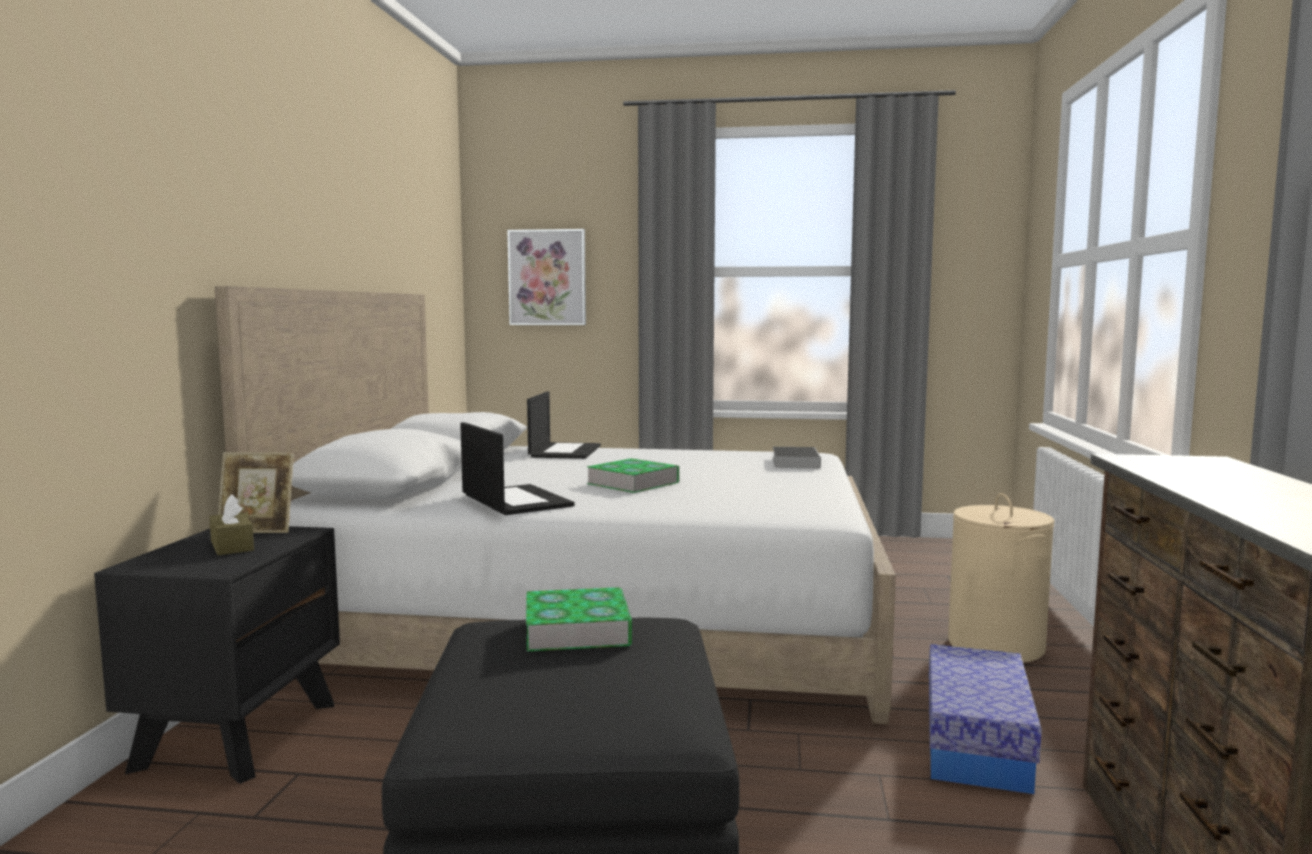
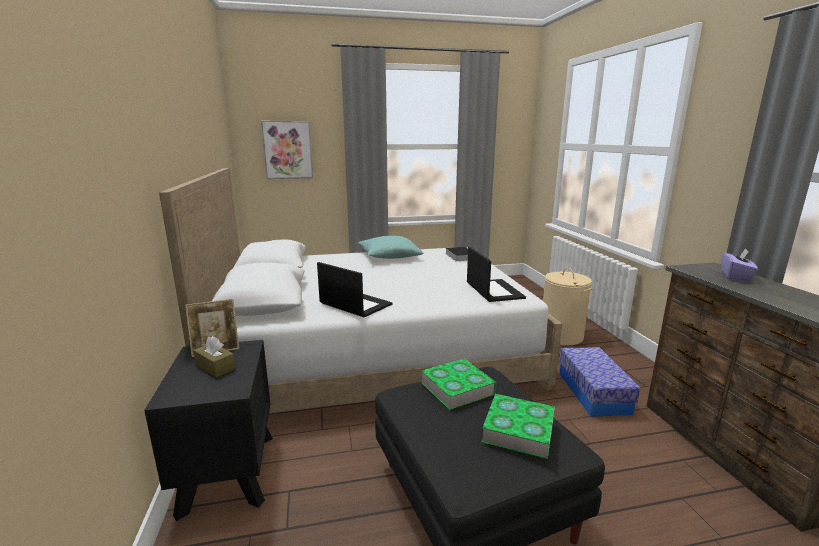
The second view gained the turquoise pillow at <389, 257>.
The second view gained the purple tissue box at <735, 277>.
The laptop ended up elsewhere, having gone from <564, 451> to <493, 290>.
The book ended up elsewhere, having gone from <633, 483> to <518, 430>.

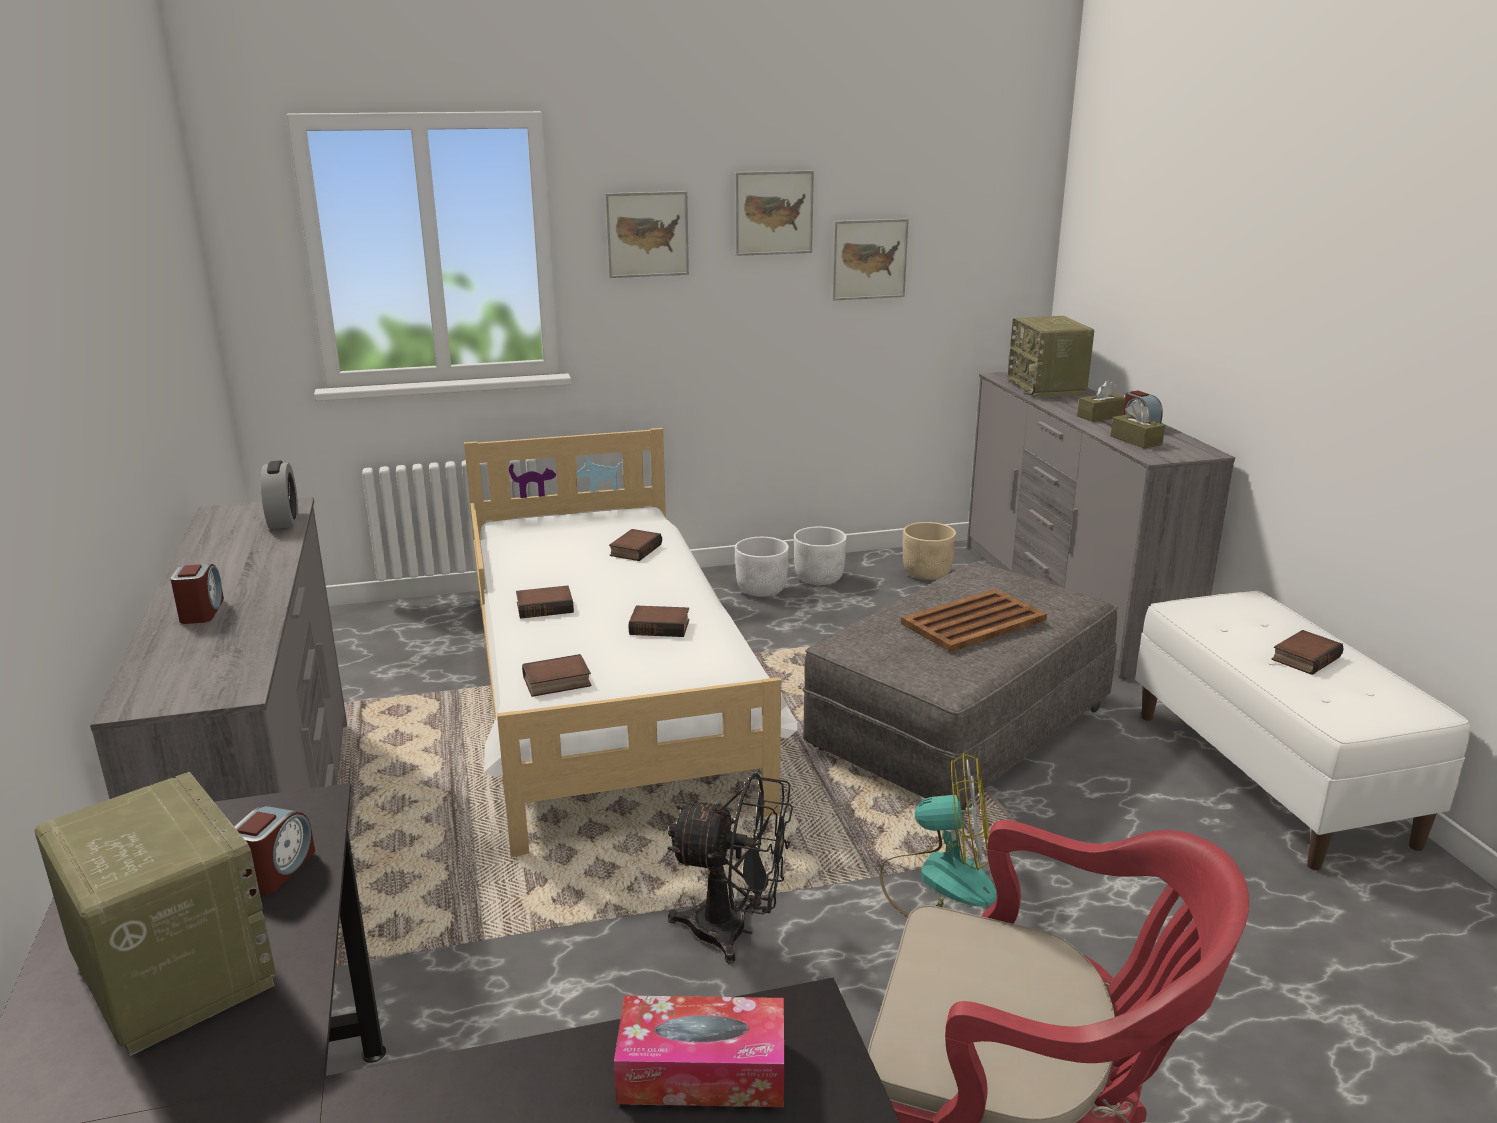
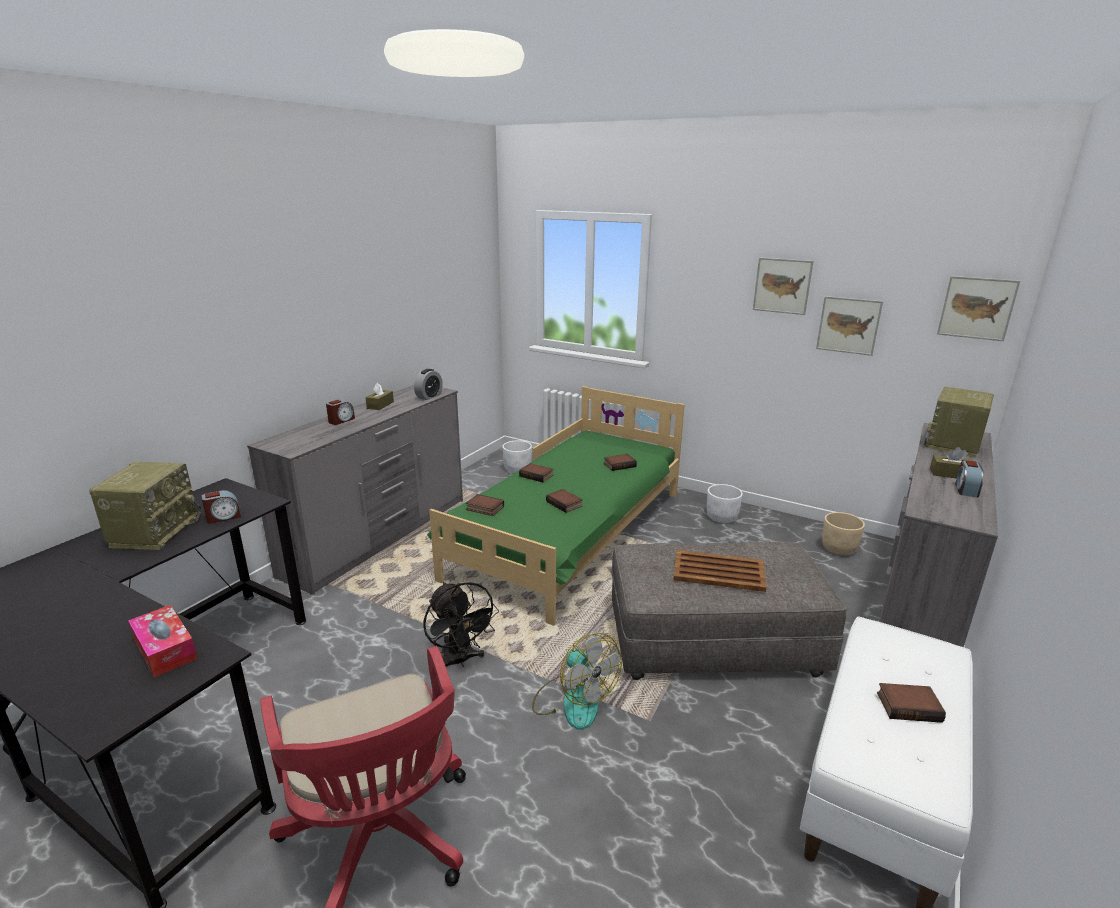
The picture ended up elsewhere, having gone from <647, 234> to <977, 308>.
The white planter ended up elsewhere, having gone from <818, 578> to <517, 469>.
The brown tissue box ended up elsewhere, having gone from <1136, 440> to <380, 405>.
What was the white bed at <608, 694> turned into the green bed at <570, 534>.

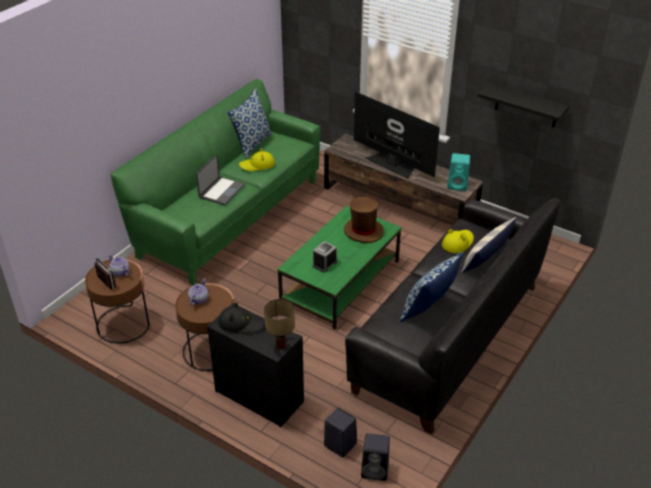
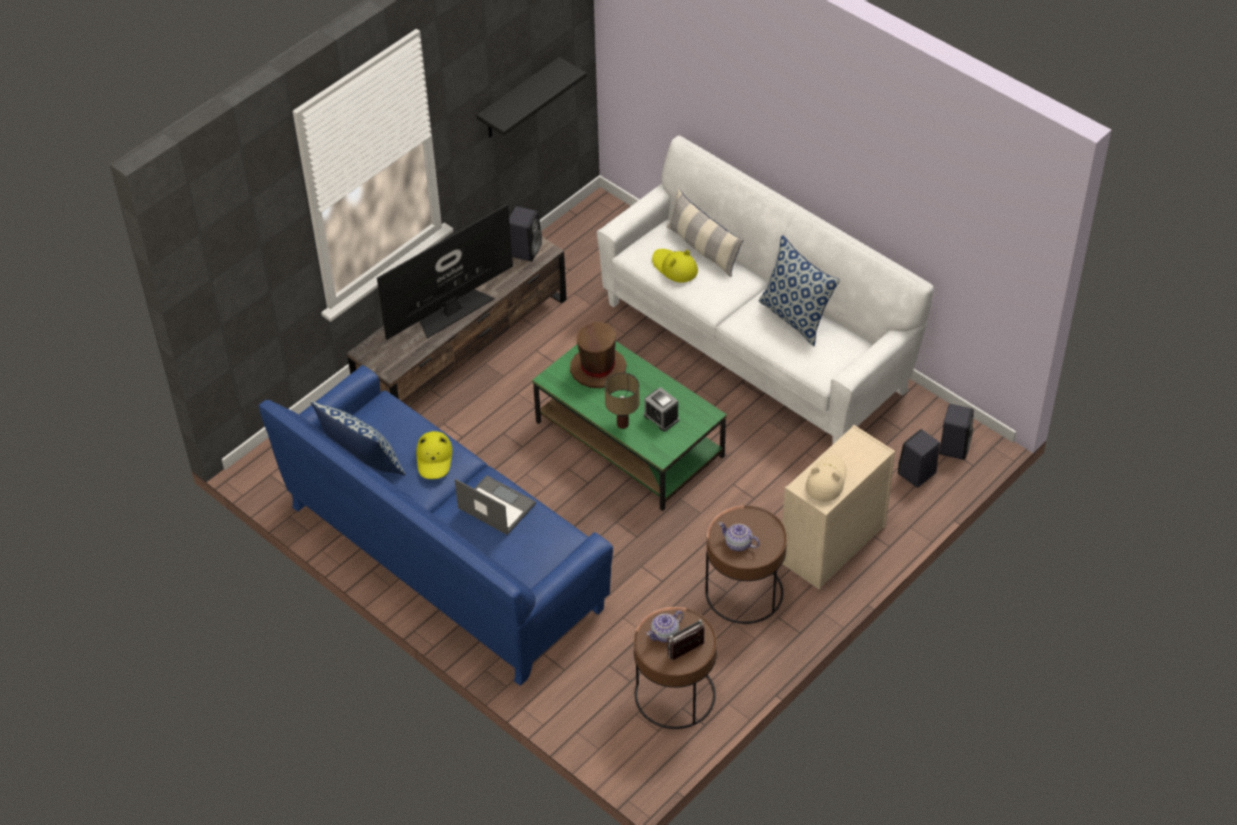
The table lamp ended up elsewhere, having gone from <280, 345> to <622, 424>.
What was the green sofa at <230, 217> turned into the blue sofa at <445, 558>.
What was the black dresser at <258, 396> turned into the beige dresser at <832, 545>.
What was the black hat at <241, 323> turned into the beige hat at <826, 481>.
What was the black sofa at <449, 337> turned into the white sofa at <755, 346>.
What was the turquoise speaker at <458, 185> turned into the black speaker at <525, 249>.

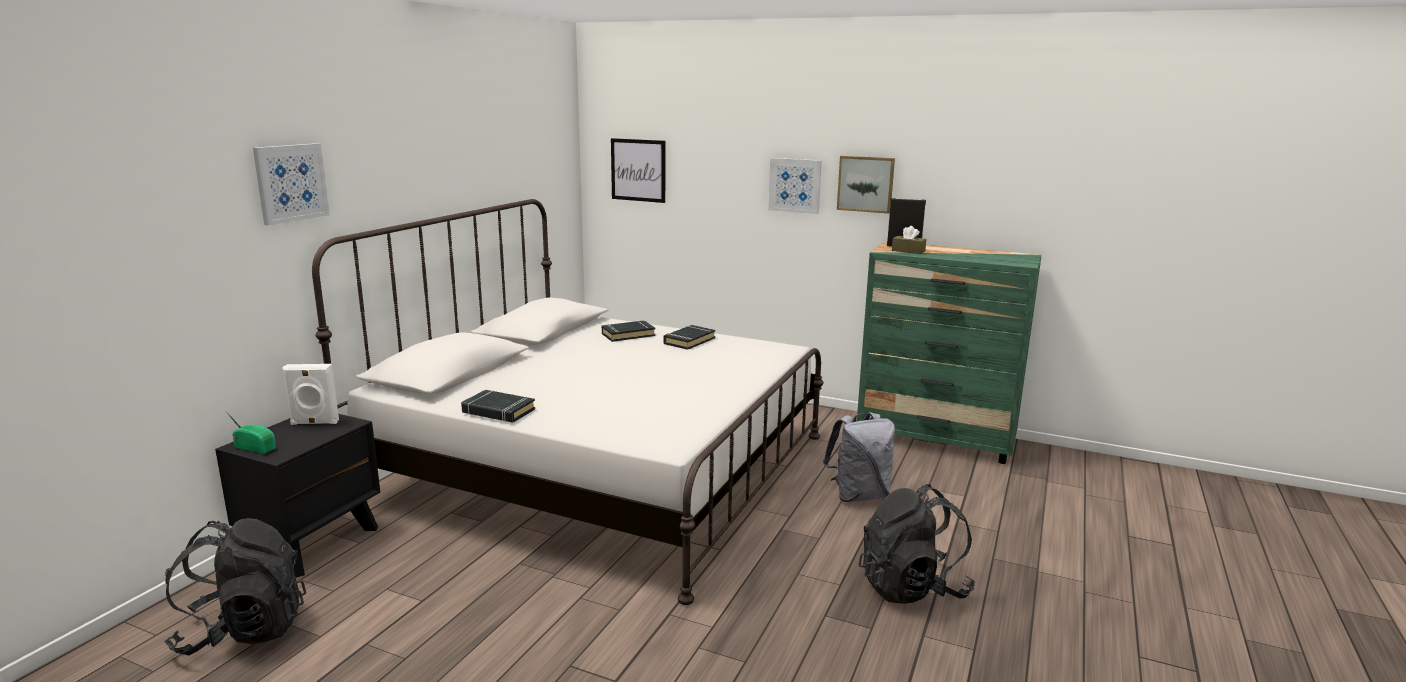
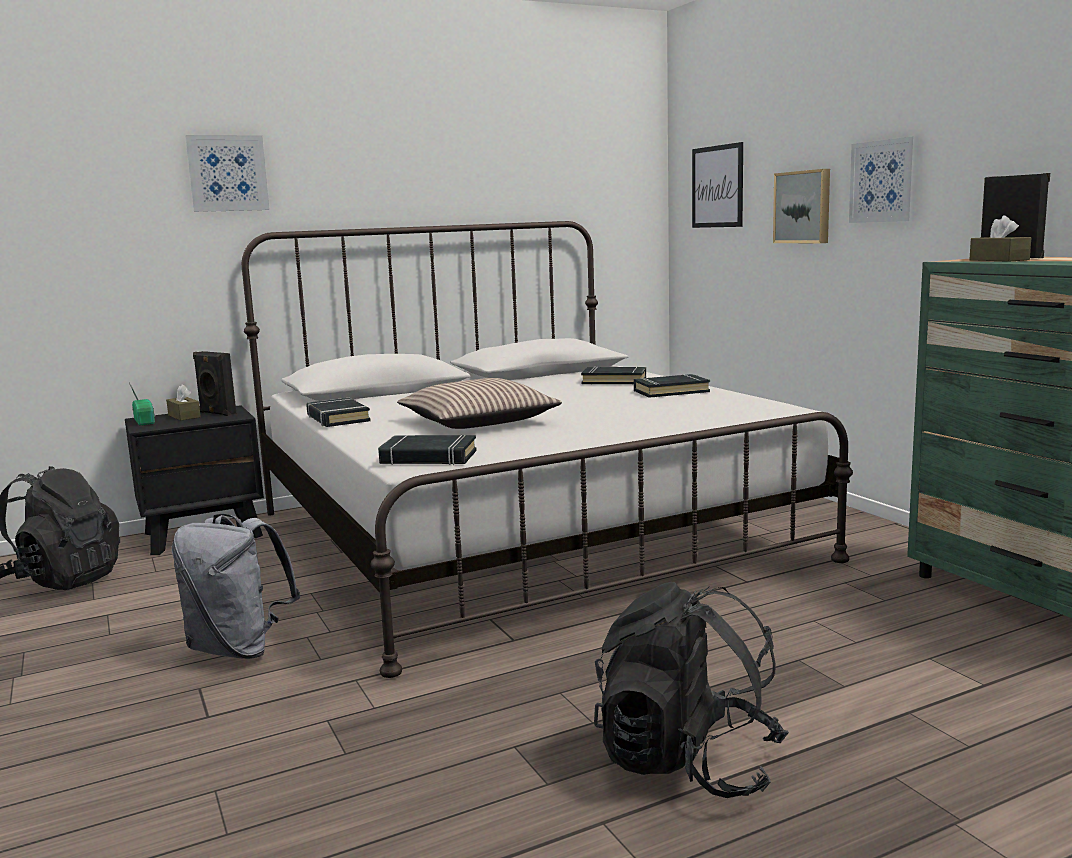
The second view gained the brown tissue box at <184, 416>.
The second view gained the black book at <428, 458>.
The second view gained the pillow at <478, 422>.
The grey backpack ended up elsewhere, having gone from <859, 495> to <239, 649>.
The picture ended up elsewhere, having gone from <866, 184> to <803, 207>.
What was the white speaker at <314, 423> turned into the black speaker at <216, 413>.

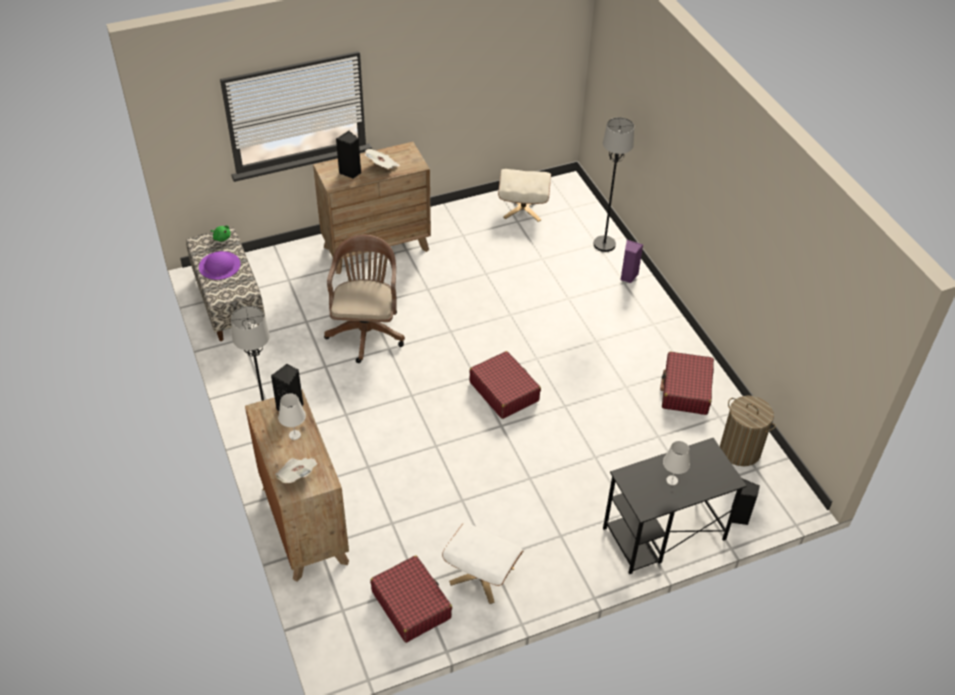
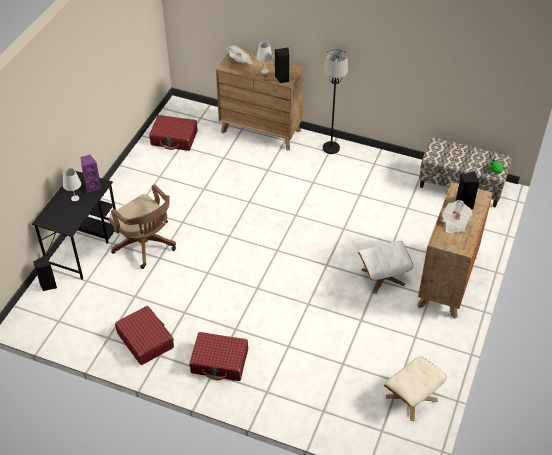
The second view lost the purple hat at <219, 265>.
The second view lost the black floor lamp at <604, 244>.
The second view lost the laundry basket at <740, 450>.
The brown office chair ended up elsewhere, having gone from <366, 330> to <146, 246>.
The white ottoman ended up elsewhere, having gone from <481, 575> to <383, 277>.
The red suitcase ended up elsewhere, having gone from <504, 391> to <220, 362>.
The purple speaker ended up elsewhere, having gone from <628, 276> to <92, 186>.

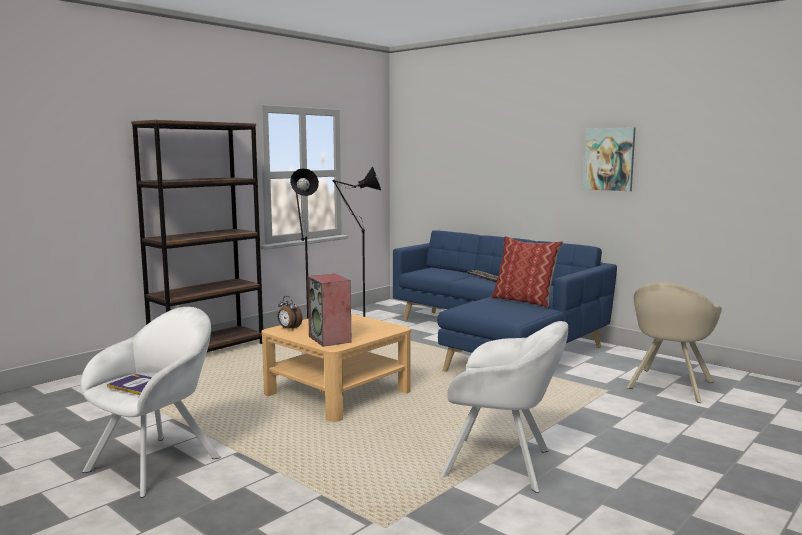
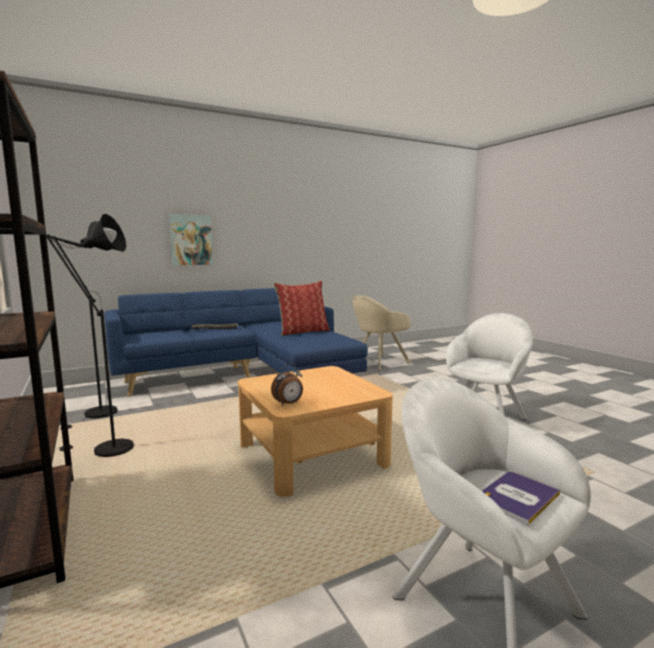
The second view lost the speaker at <330, 339>.
The picture ended up elsewhere, having gone from <609, 159> to <191, 240>.
The beige armchair at <668, 386> ended up facing another way, 90 degrees clockwise from before.

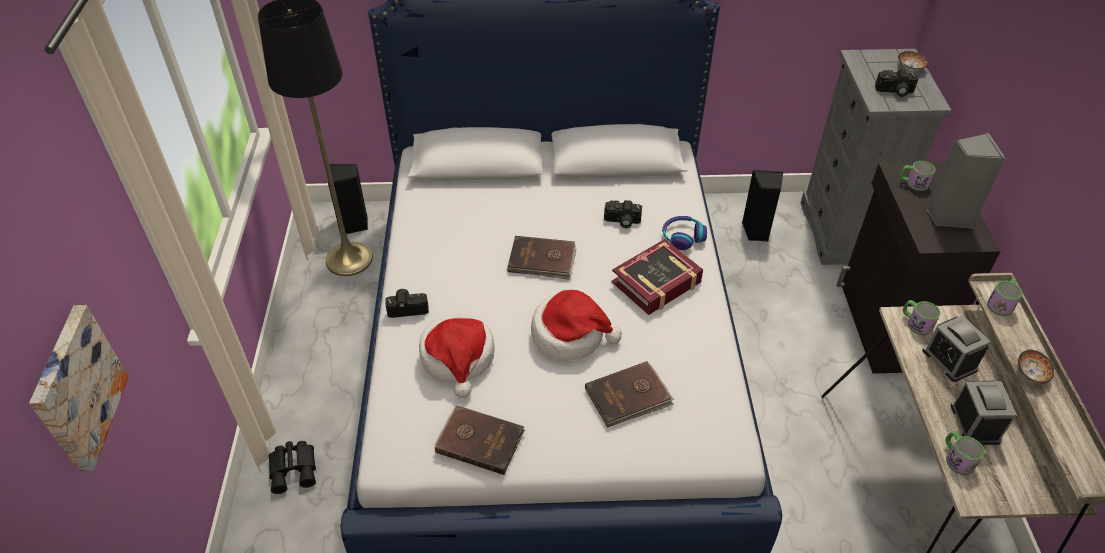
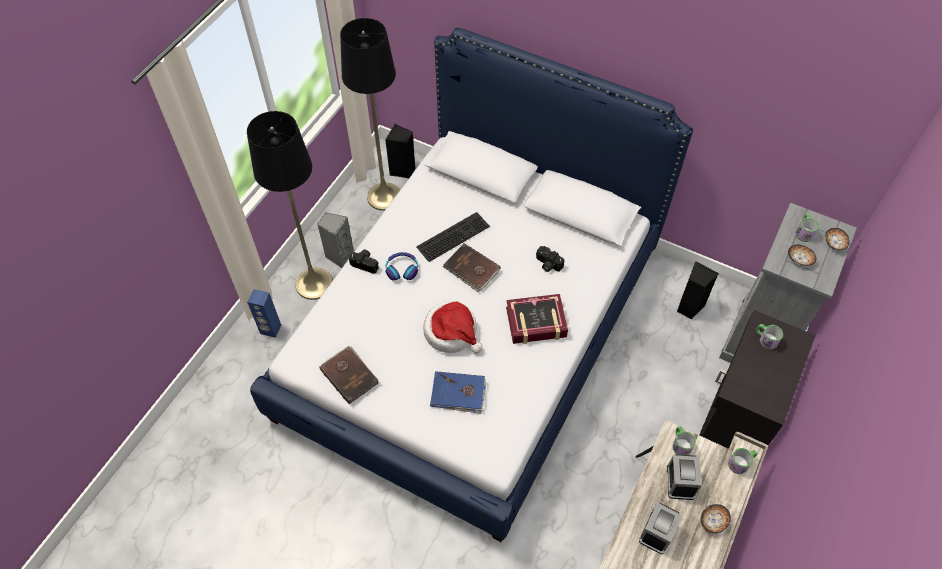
The second view lost the picture at <75, 388>.
The second view lost the hat at <458, 358>.
The second view gained the black floor lamp at <314, 283>.
The second view gained the keyboard at <453, 235>.
The headphones ended up elsewhere, having gone from <683, 236> to <402, 269>.
The grey speaker ended up elsewhere, having gone from <948, 216> to <339, 256>.
The mug ended up elsewhere, having gone from <956, 458> to <804, 232>.
Where the black binoculars stood at <294, 468>, the blue speaker came to stand at <270, 329>.
Where the photo camera stood at <894, 91>, the bowl came to stand at <799, 259>.
What was the brown book at <629, 397> turned into the blue book at <458, 393>.

